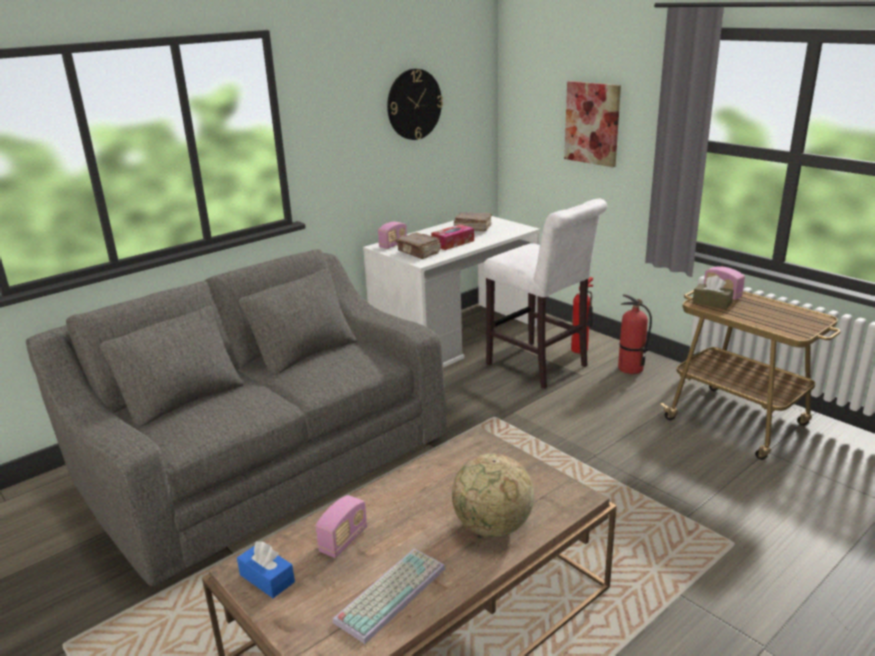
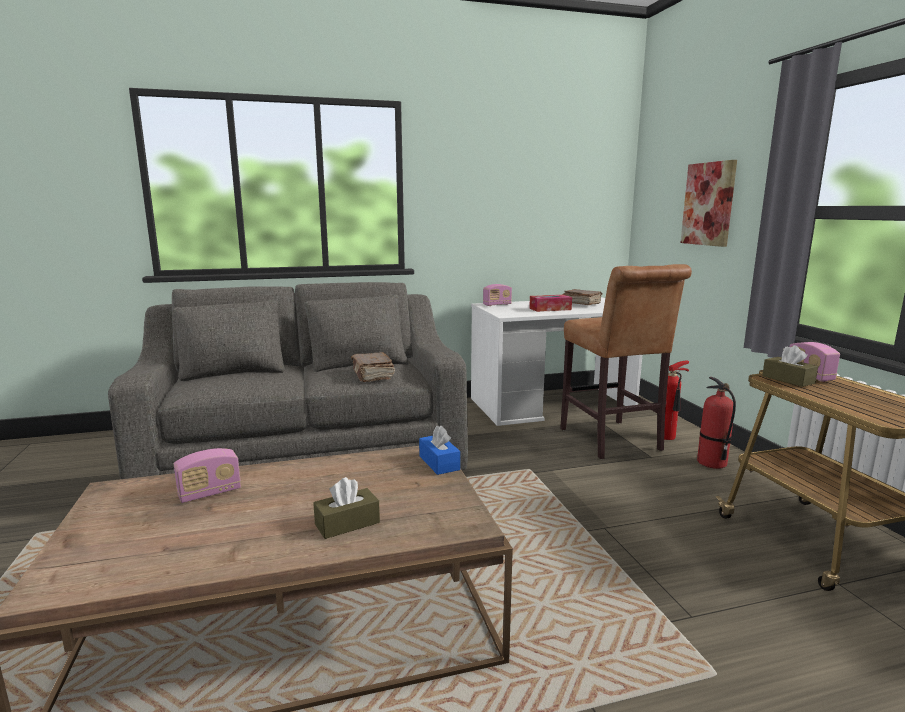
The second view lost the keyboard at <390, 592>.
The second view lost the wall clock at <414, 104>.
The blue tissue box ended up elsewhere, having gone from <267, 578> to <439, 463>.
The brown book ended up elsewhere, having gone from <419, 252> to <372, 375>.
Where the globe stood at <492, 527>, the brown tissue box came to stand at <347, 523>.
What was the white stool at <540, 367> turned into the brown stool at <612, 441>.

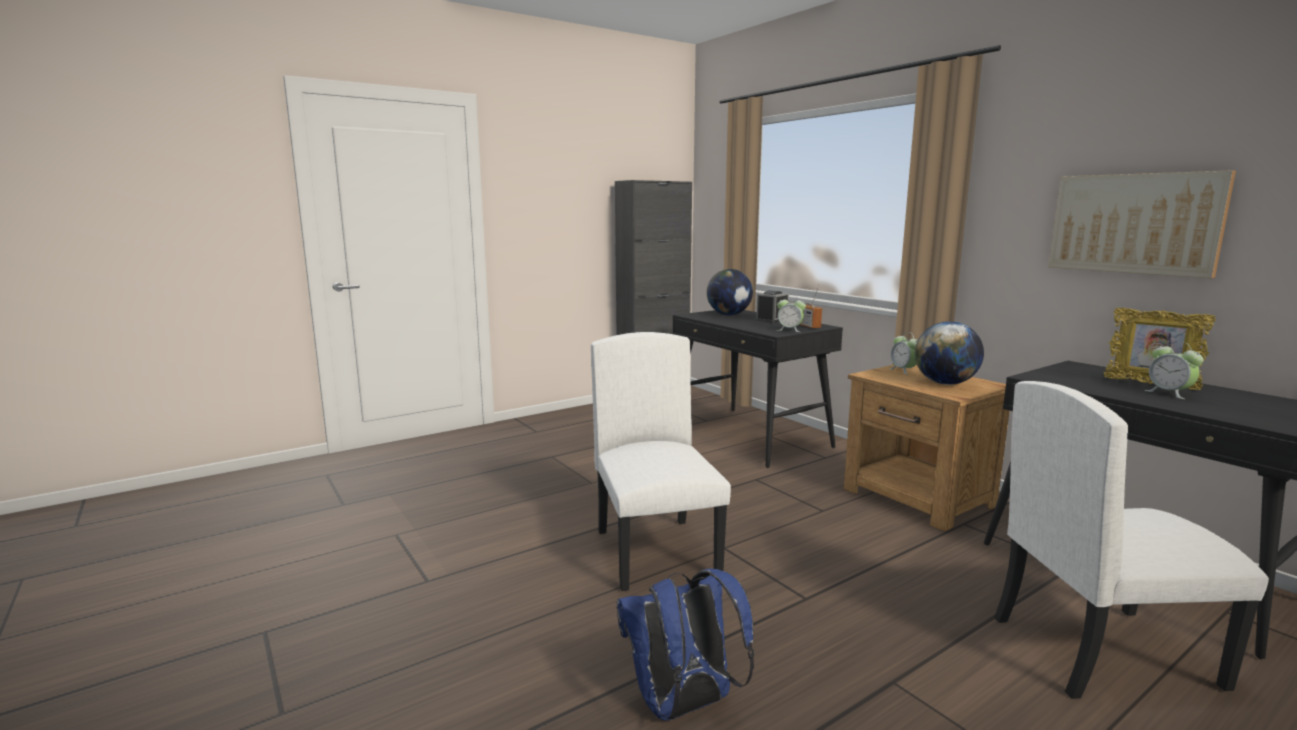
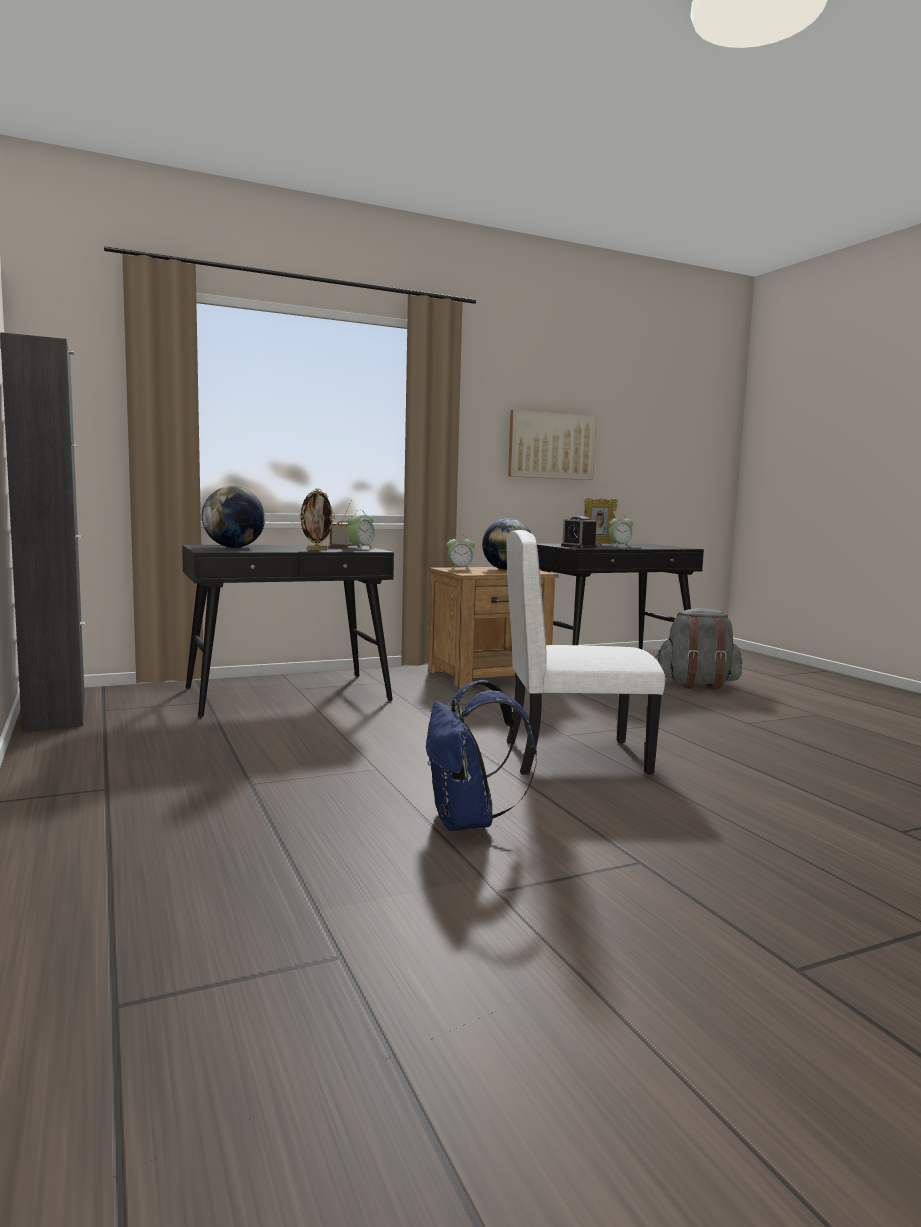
The second view gained the picture frame at <316, 550>.
The blue backpack ended up elsewhere, having gone from <683, 706> to <468, 822>.
The alarm clock ended up elsewhere, having gone from <771, 320> to <578, 547>.
Where the white chair stood at <1102, 650>, the grey backpack came to stand at <697, 685>.

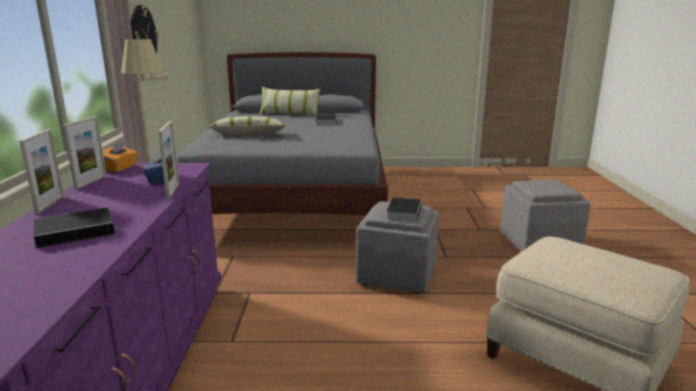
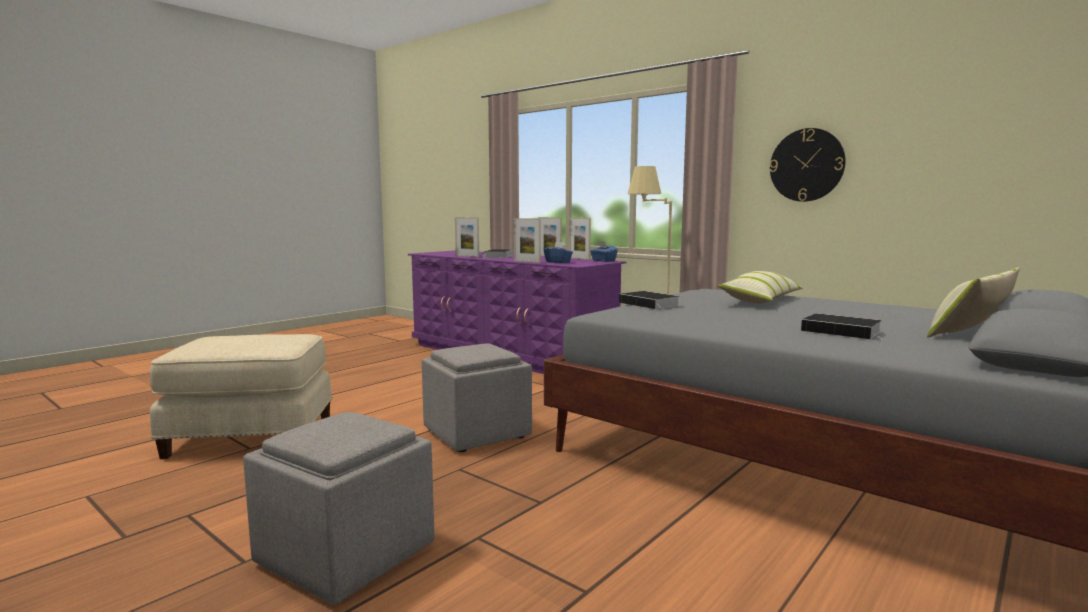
The second view gained the picture frame at <467, 256>.
The book ended up elsewhere, having gone from <404, 212> to <650, 304>.
What was the orange tissue box at <120, 168> turned into the blue tissue box at <603, 261>.

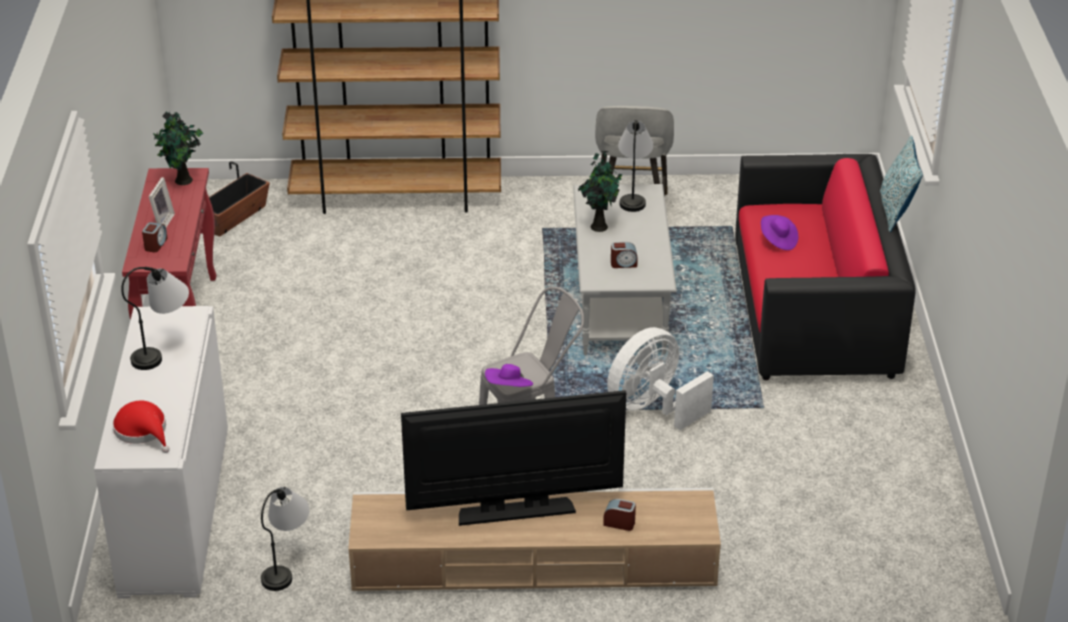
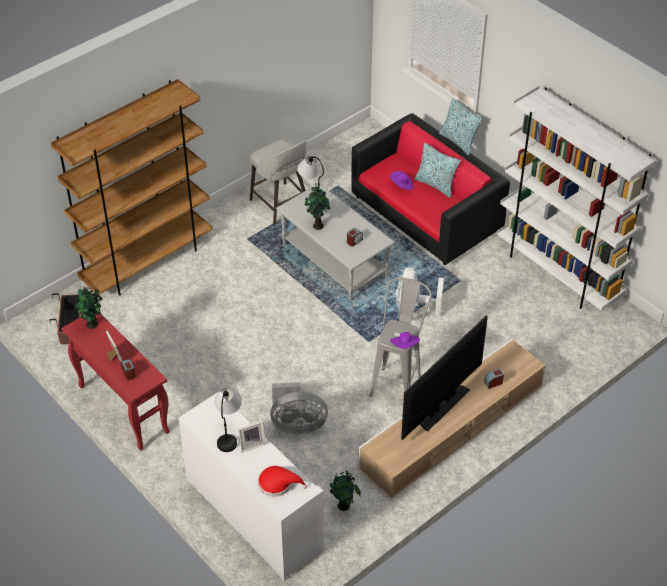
The second view gained the picture frame at <251, 444>.
The second view gained the grey fan at <297, 425>.
The second view gained the pillow at <435, 185>.
The second view gained the white bookcase at <558, 273>.
Where the table lamp stood at <287, 565>, the potted plant came to stand at <344, 506>.

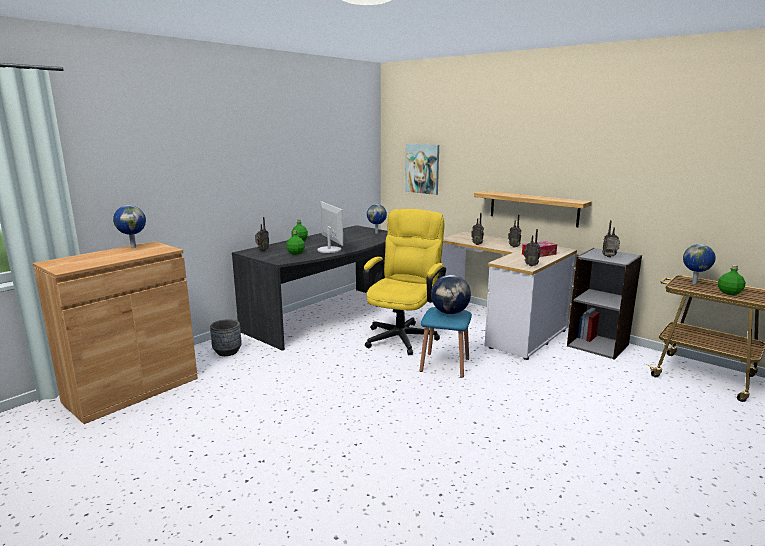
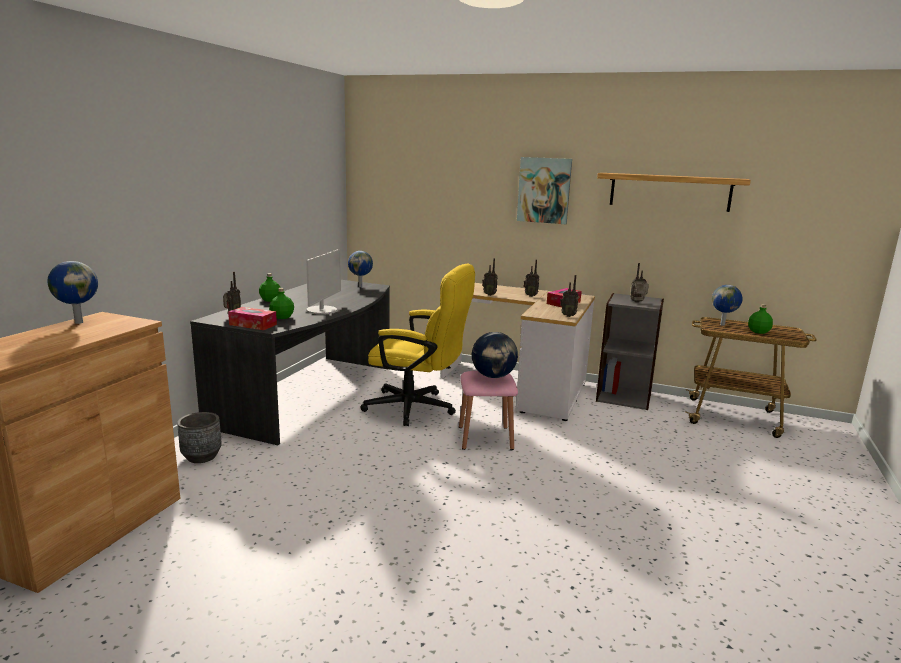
The second view gained the tissue box at <253, 325>.
The picture ended up elsewhere, having gone from <422, 168> to <544, 190>.
The shelf ended up elsewhere, having gone from <533, 208> to <669, 192>.
What was the blue stool at <444, 364> turned into the pink stool at <485, 437>.
The monitor at <329, 250> ended up facing another way, 60 degrees clockwise from before.
The yellow office chair at <403, 335> ended up facing another way, 105 degrees clockwise from before.

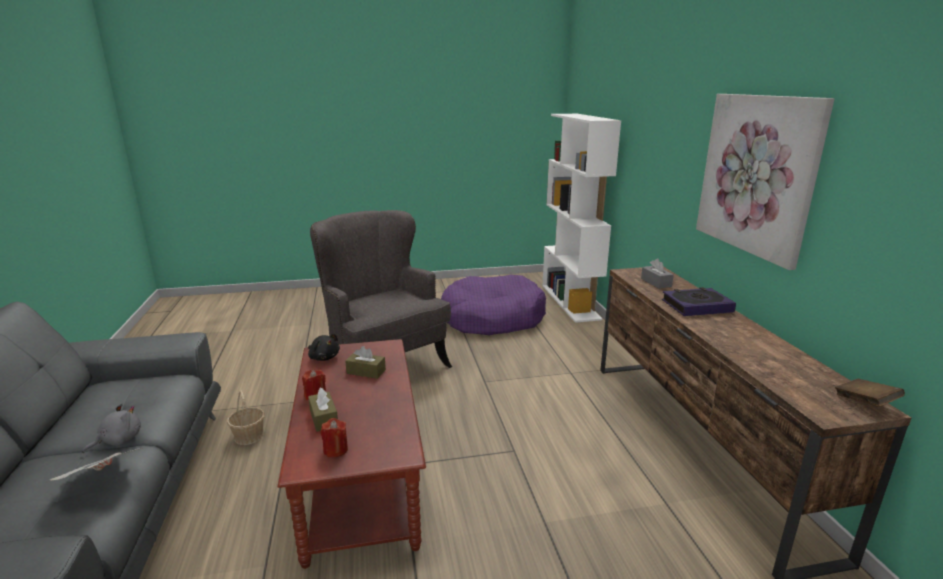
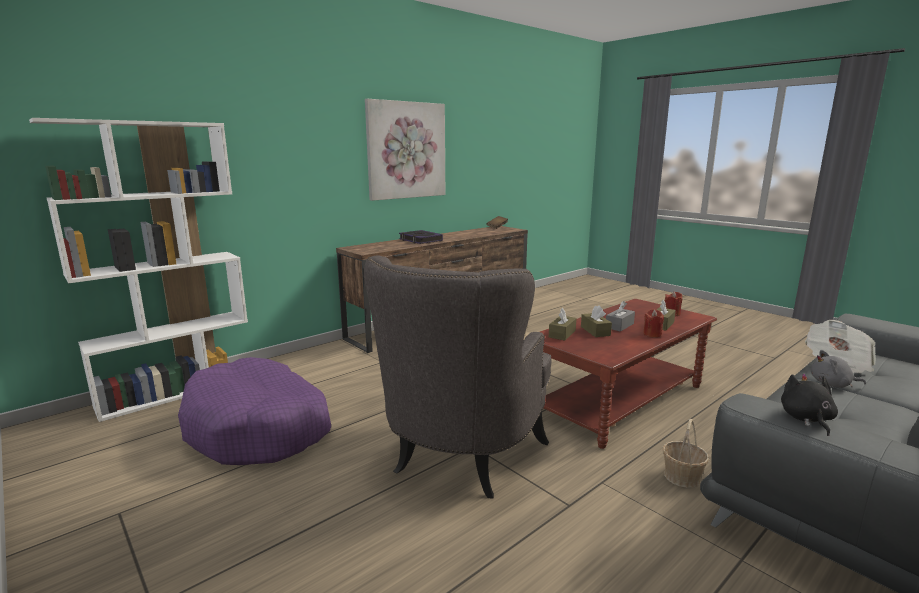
The second view gained the brown tissue box at <562, 334>.
The black plush toy ended up elsewhere, having gone from <324, 357> to <806, 419>.
The grey tissue box ended up elsewhere, having gone from <656, 282> to <619, 326>.

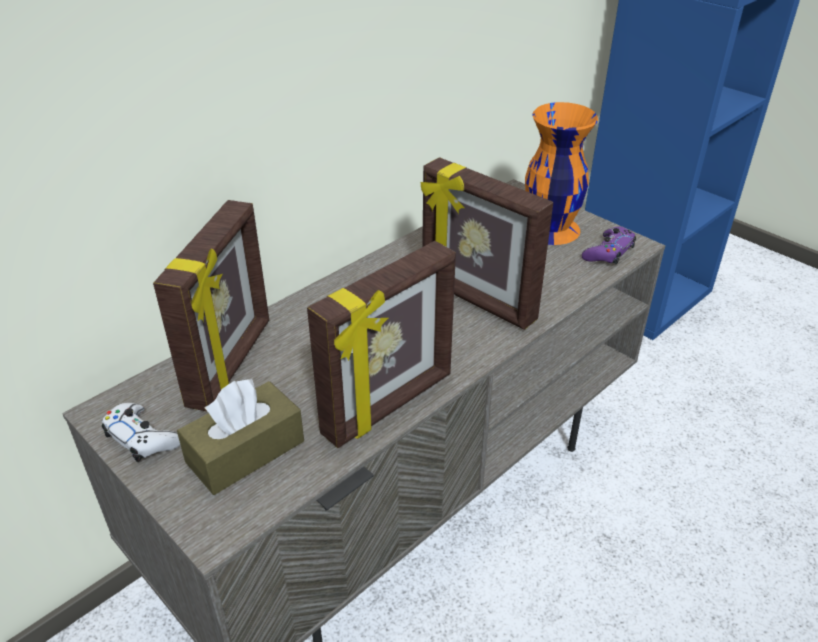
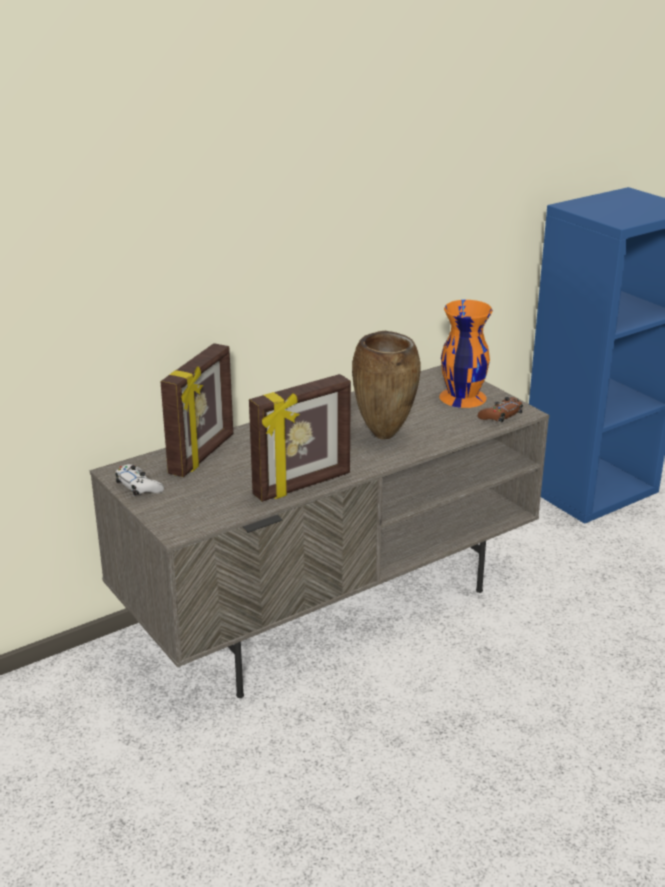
The second view lost the brown tissue box at <245, 451>.
Where the picture frame stood at <476, 301>, the brown vase came to stand at <385, 436>.
What was the purple game controller at <608, 252> turned into the brown game controller at <501, 415>.

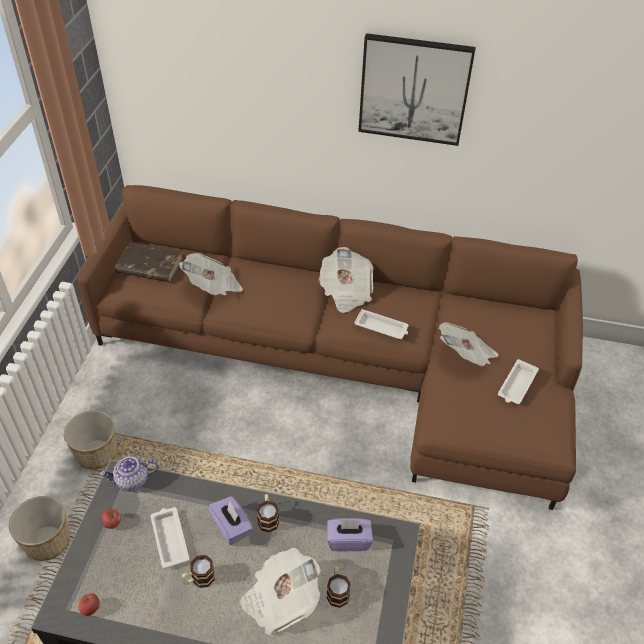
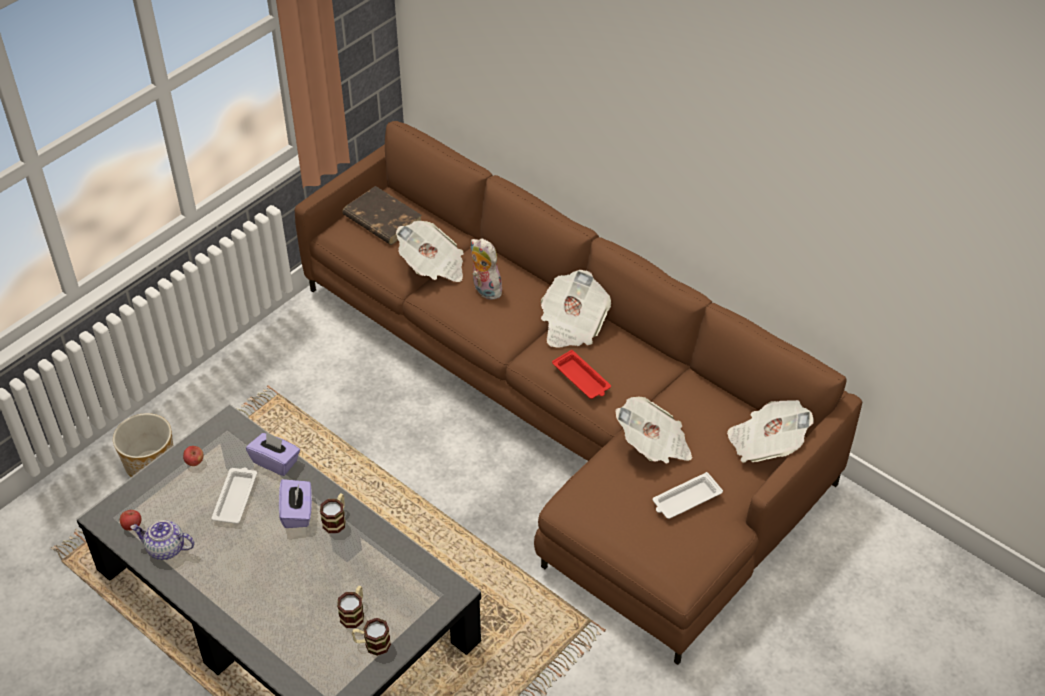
The second view lost the planter at <97, 453>.
The second view lost the picture at <414, 89>.
The second view gained the plush toy at <484, 289>.
The teapot ended up elsewhere, having gone from <132, 481> to <165, 549>.
The mug ended up elsewhere, having gone from <198, 579> to <372, 644>.
The newspaper ended up elsewhere, having gone from <280, 599> to <766, 444>.
The purple tissue box ended up elsewhere, having gone from <348, 540> to <275, 462>.
What was the white tray at <382, 327> turned into the red tray at <582, 379>.

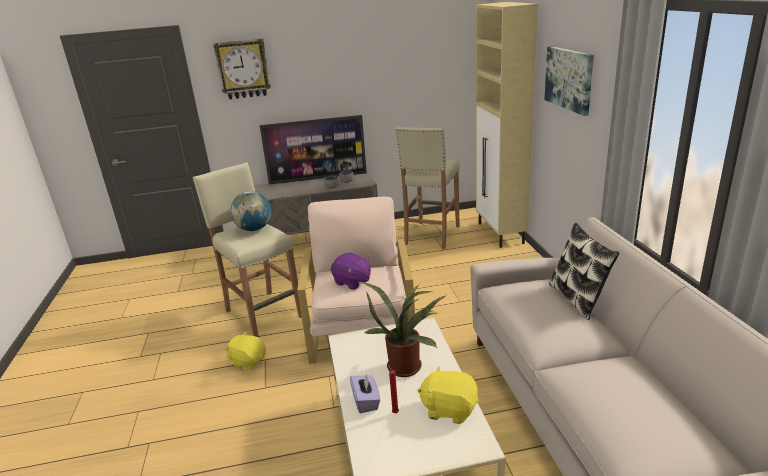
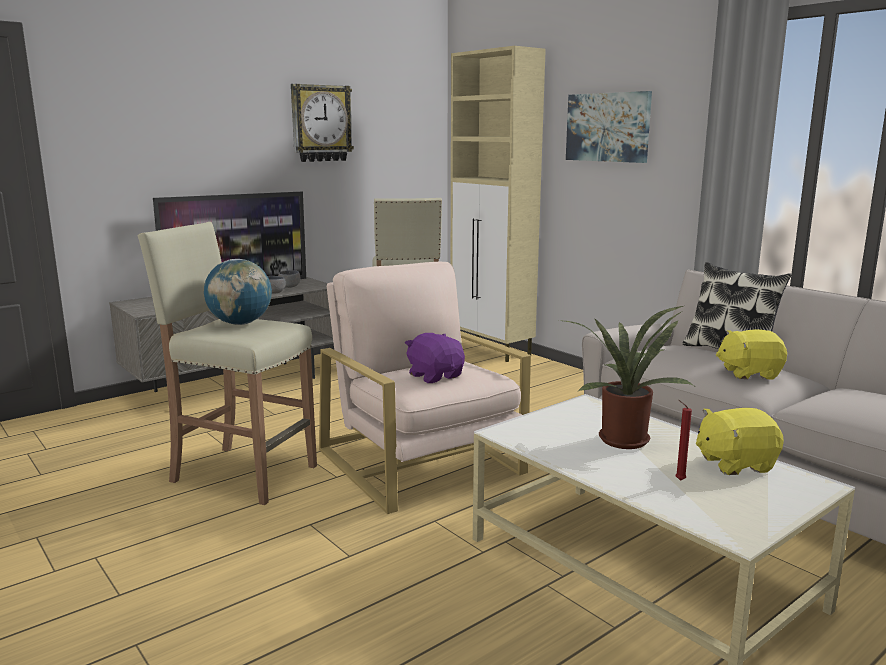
The second view lost the purple tissue box at <366, 401>.
The wall clock ended up elsewhere, having gone from <243, 69> to <321, 123>.
The yellow plush toy ended up elsewhere, having gone from <248, 361> to <749, 373>.
The purple plush toy at <352, 282> ended up facing another way, 135 degrees counterclockwise from before.

